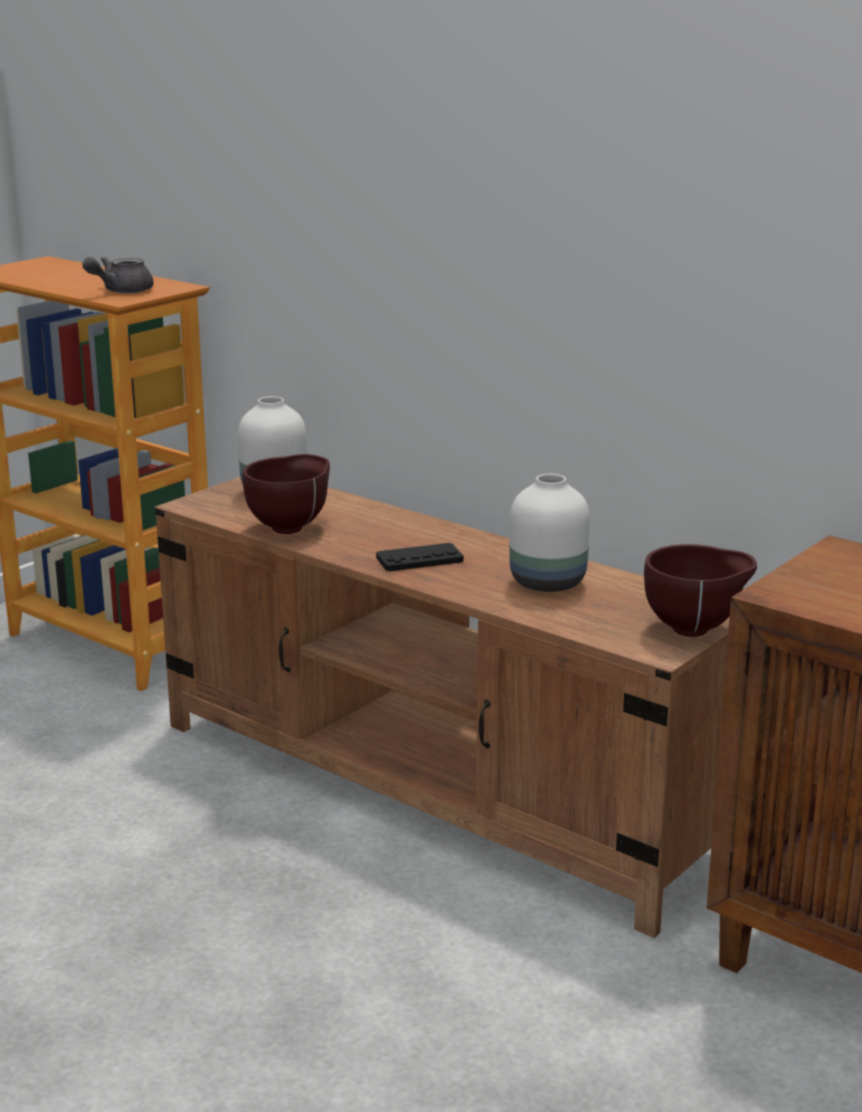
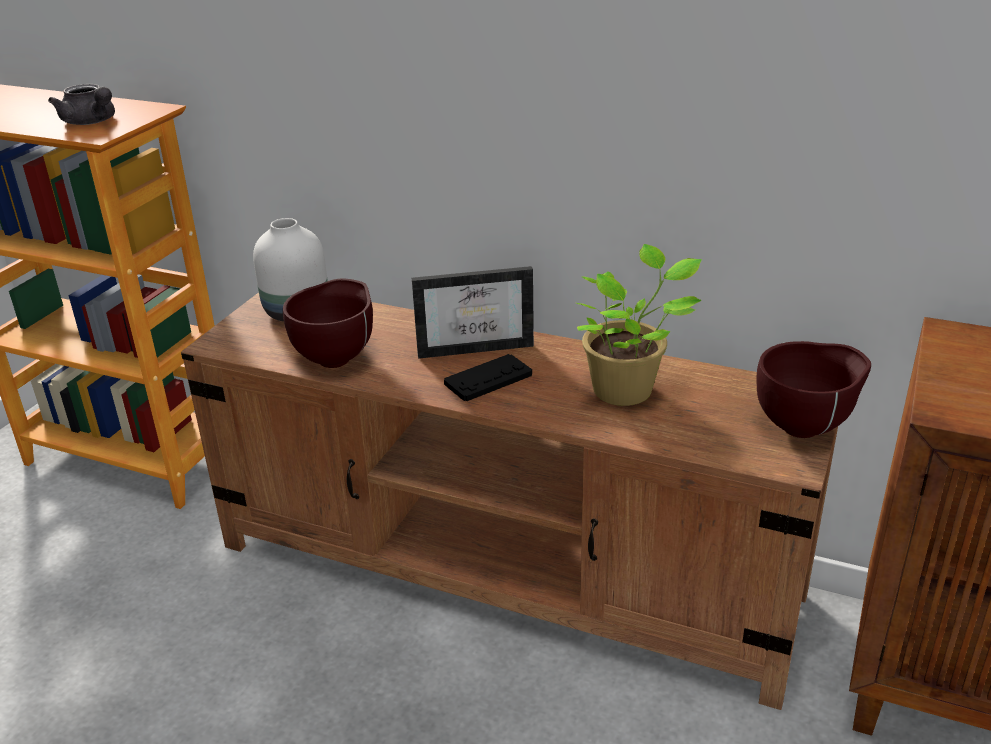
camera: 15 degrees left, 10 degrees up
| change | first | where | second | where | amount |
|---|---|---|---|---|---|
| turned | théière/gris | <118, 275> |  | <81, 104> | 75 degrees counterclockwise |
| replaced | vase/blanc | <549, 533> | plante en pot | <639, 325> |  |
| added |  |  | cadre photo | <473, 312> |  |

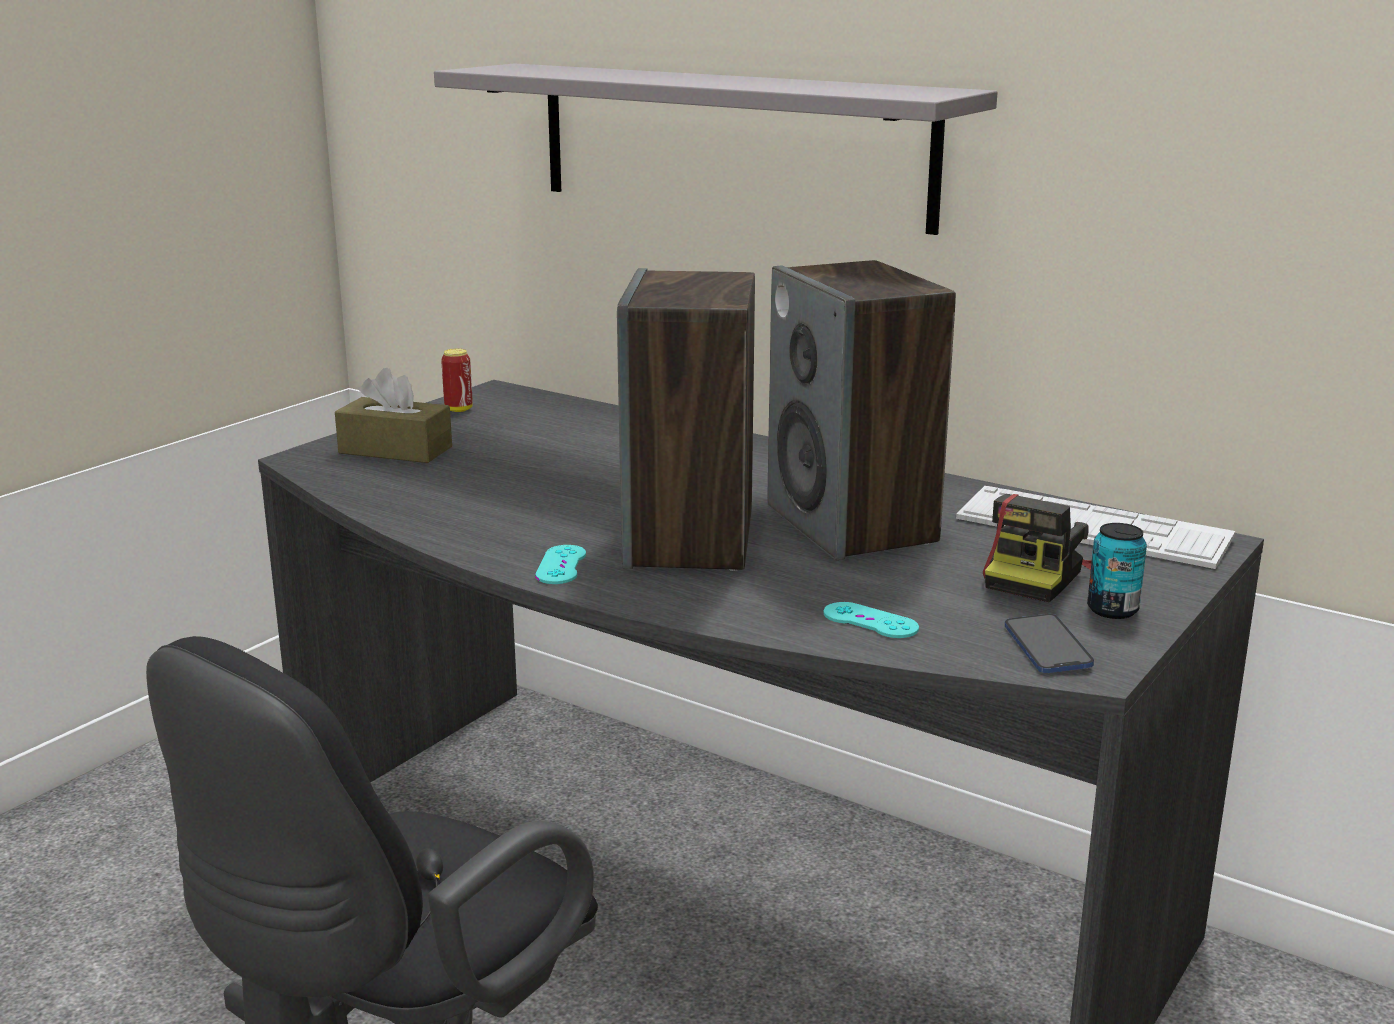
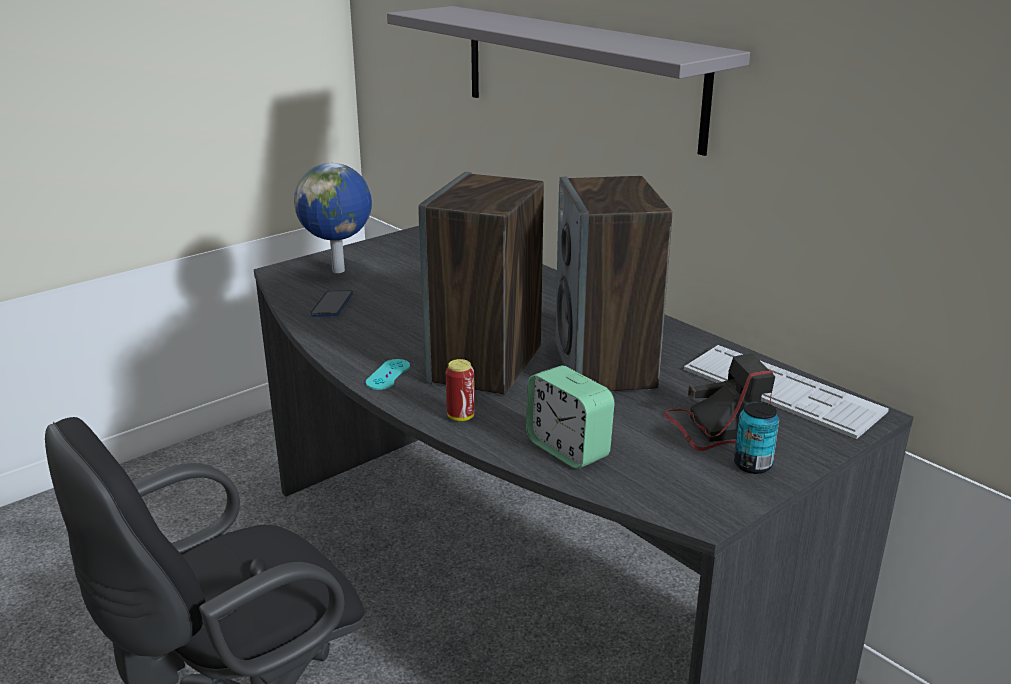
camera: 15 degrees right, 5 degrees up
| change | first | where | second | where | amount |
|---|---|---|---|---|---|
| replaced | boîte à mouchoirs/marron | <393, 415> | globe | <333, 218> |  |
| moved | boîte métallique | <457, 380> |  | <460, 390> |  |
| replaced | manette/turquoise | <871, 620> | réveil | <570, 417> |  |
| turned | appareil photo | <1037, 548> |  | <719, 402> | 150 degrees counterclockwise |
| moved | téléphone | <1049, 643> |  | <331, 303> |  |

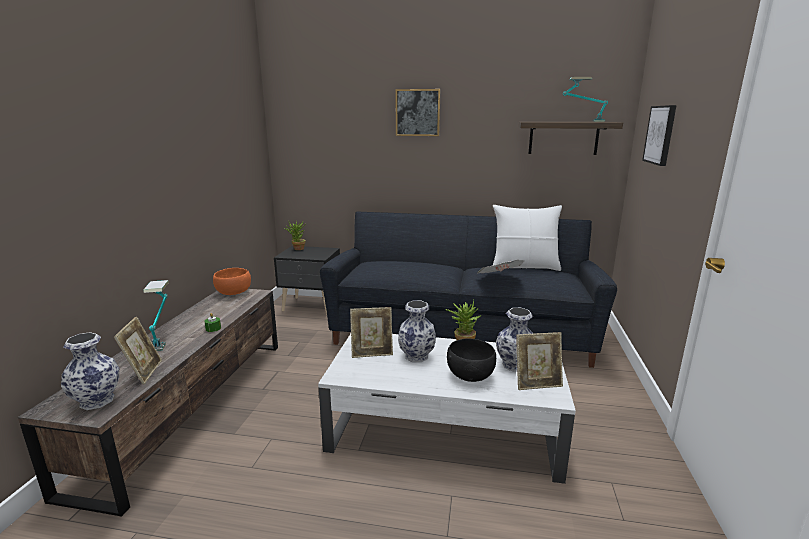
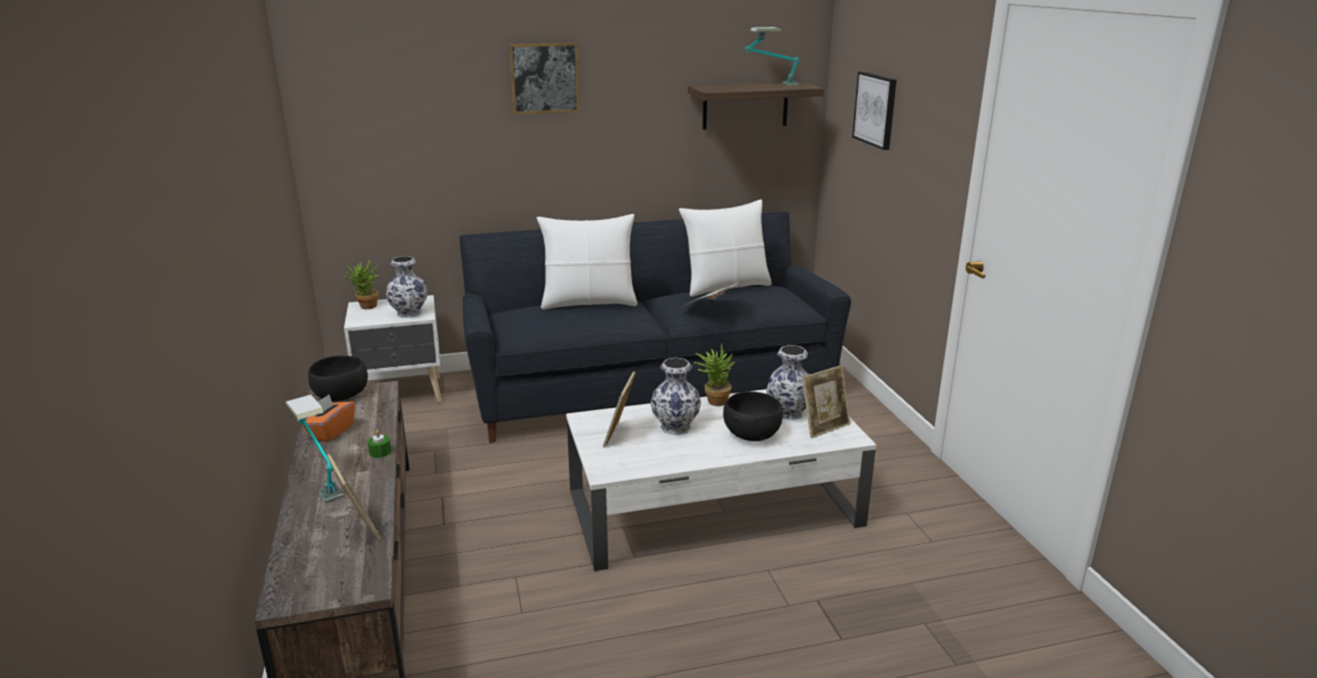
camera: 25 degrees left, 5 degrees up
| change | first | where | second | where | amount |
|---|---|---|---|---|---|
| moved | vase | <90, 371> |  | <406, 287> |  |
| recoloured | bol/orange | <232, 281> | bol/noir | <338, 378> |  |
| recoloured | table de chevet/noir | <307, 280> | table de chevet/blanc | <393, 348> |  |
| turned | cadre photo | <371, 332> |  | <619, 409> | 135 degrees clockwise |
| added |  |  | boîte à mouchoirs/orange | <328, 418> |  |
| added |  |  | coussin/blanc | <587, 261> |  |

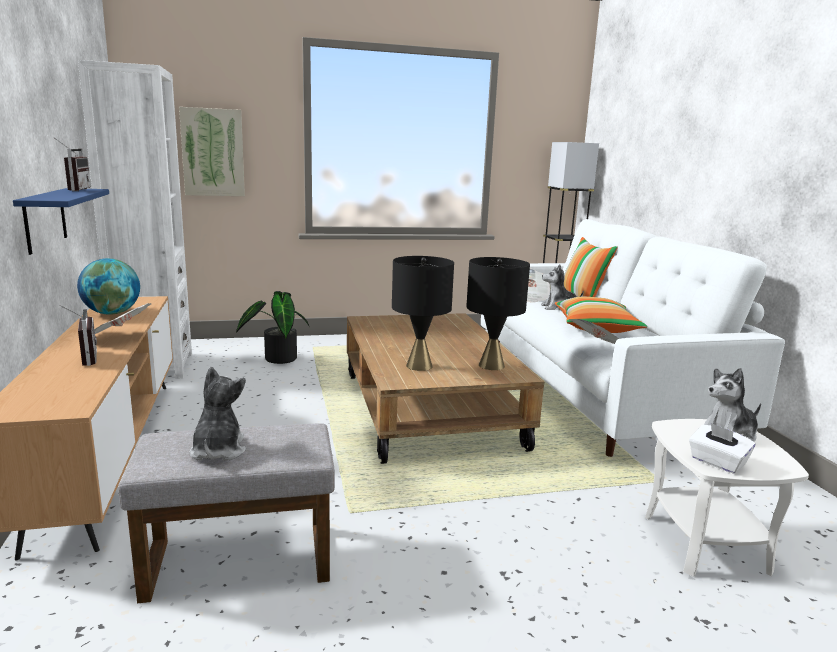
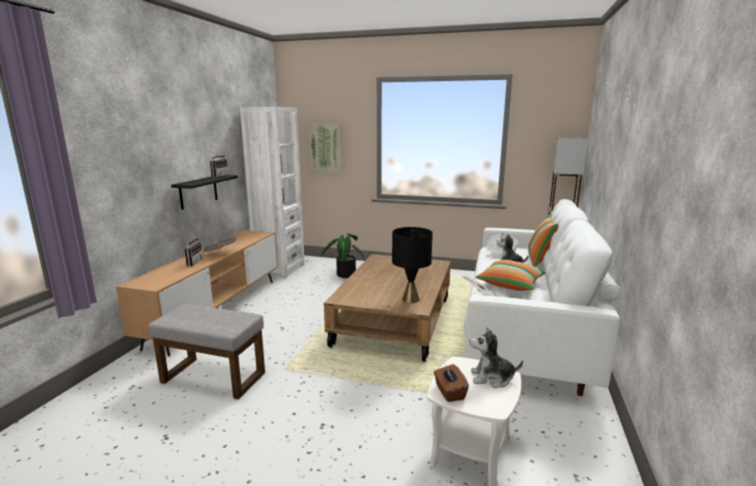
camera: 30 degrees right, 0 degrees up
| change | first | where | second | where | amount |
|---|---|---|---|---|---|
| recoloured | étagère/bleu | <61, 221> | étagère/noir | <204, 192> |  |
| removed | globe | <108, 286> |  |  |  |
| removed | peluche | <217, 413> |  |  |  |
| removed | lampe de table/noir | <423, 313> |  |  |  |
| recoloured | boîte à mouchoirs/blanc | <722, 448> | boîte à mouchoirs/marron | <451, 383> |  |

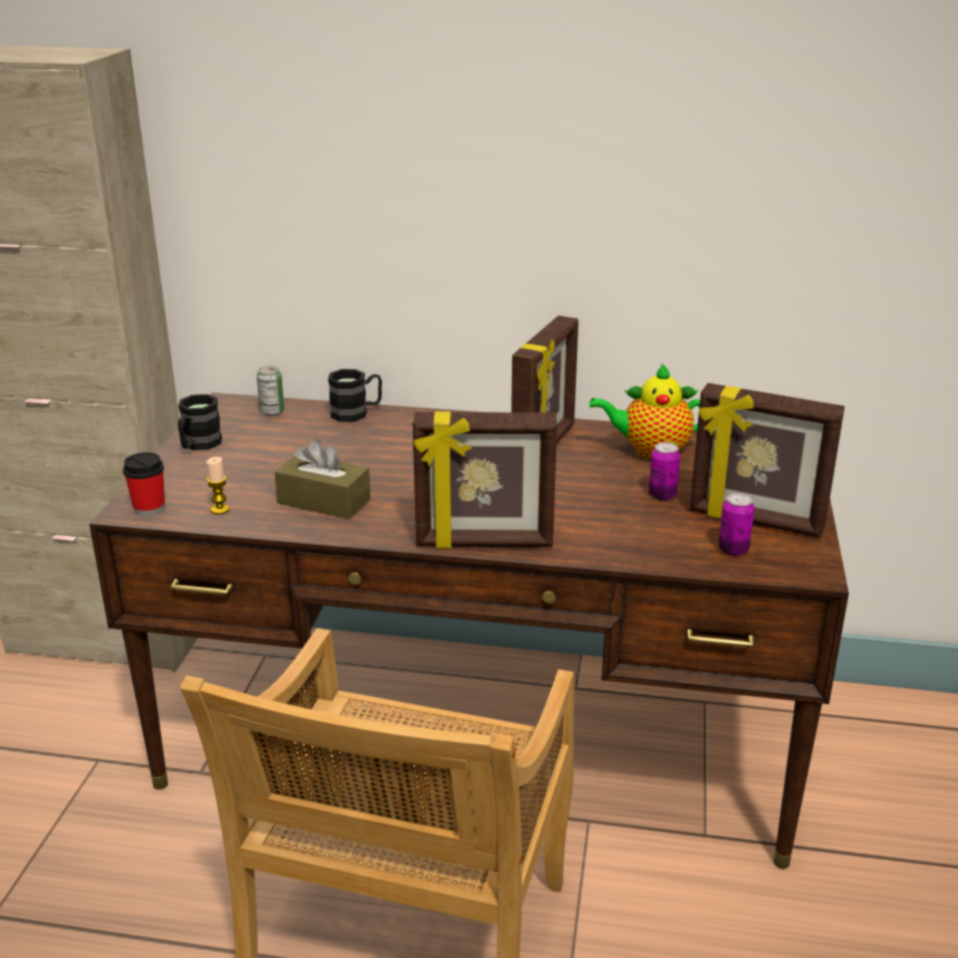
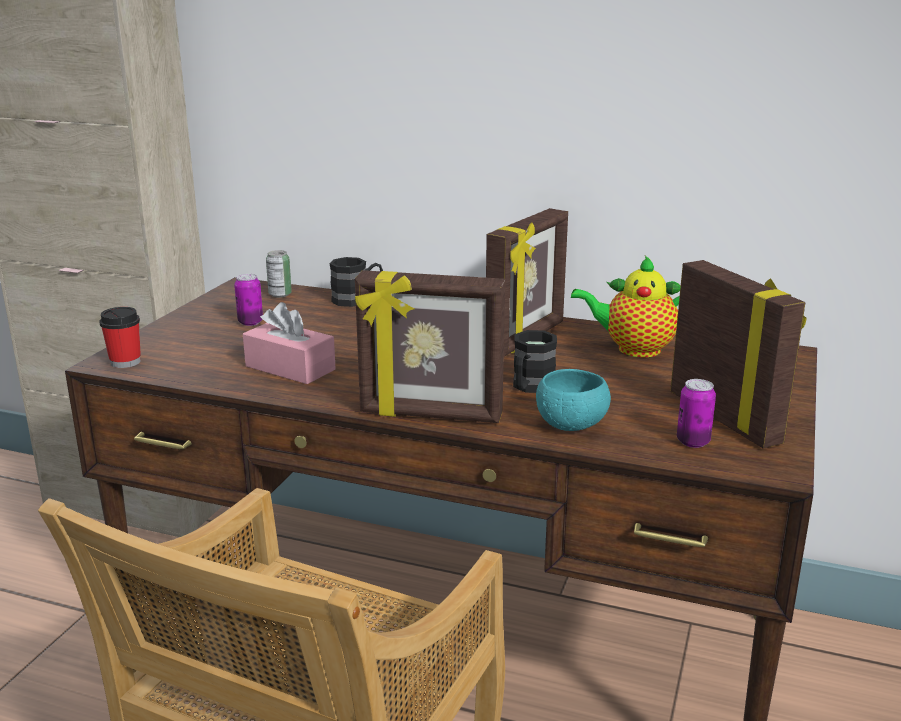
camera: 10 degrees right, 5 degrees down
| change | first | where | second | where | amount |
|---|---|---|---|---|---|
| moved | mug/noir | <200, 422> |  | <535, 361> |  |
| removed | bougie | <218, 486> |  |  |  |
| recoloured | boîte à mouchoirs/marron | <323, 479> | boîte à mouchoirs/rose | <289, 343> |  |
| moved | boîte métallique | <665, 471> |  | <248, 300> |  |
| turned | cadre photo | <767, 460> |  | <738, 354> | 150 degrees counterclockwise |
| added |  |  | bol/turquoise | <573, 400> |  |

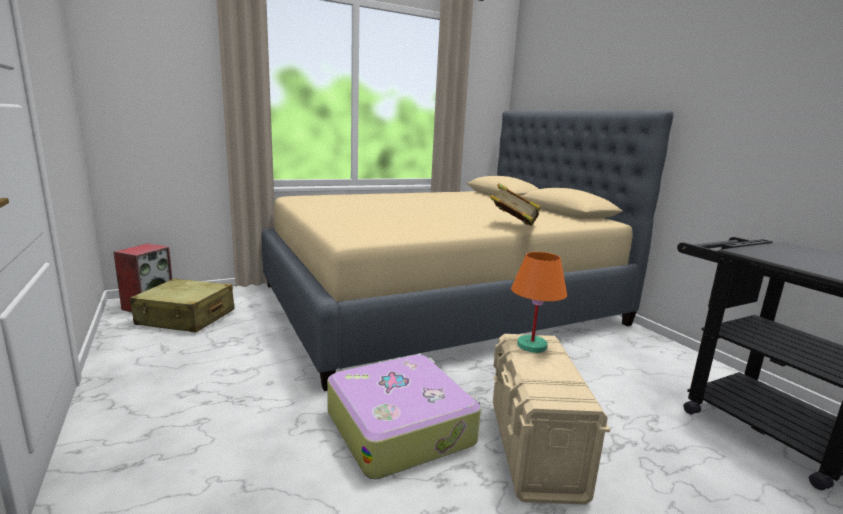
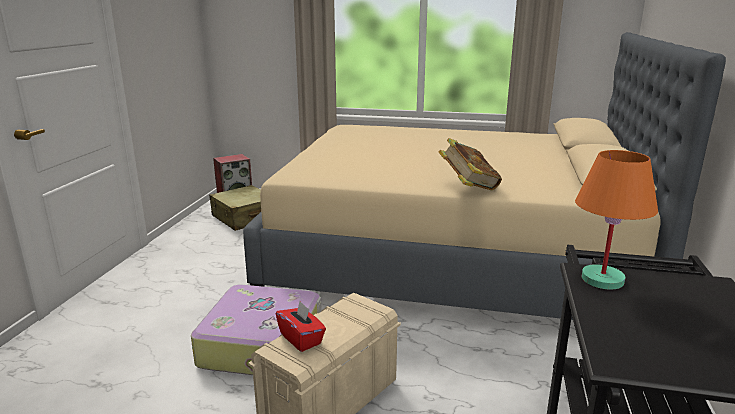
camera: 40 degrees right, 5 degrees up
| change | first | where | second | where | amount |
|---|---|---|---|---|---|
| moved | lampe de table/orange | <539, 302> |  | <616, 219> |  |
| added |  |  | boîte à mouchoirs/rouge | <301, 326> |  |

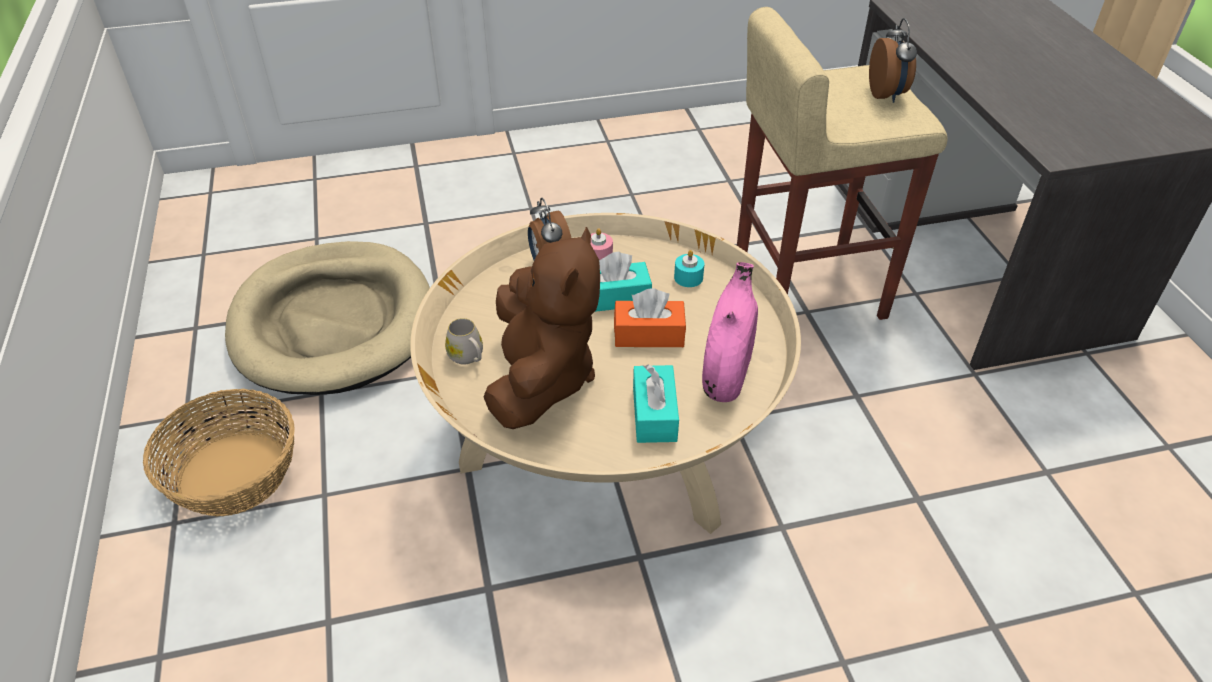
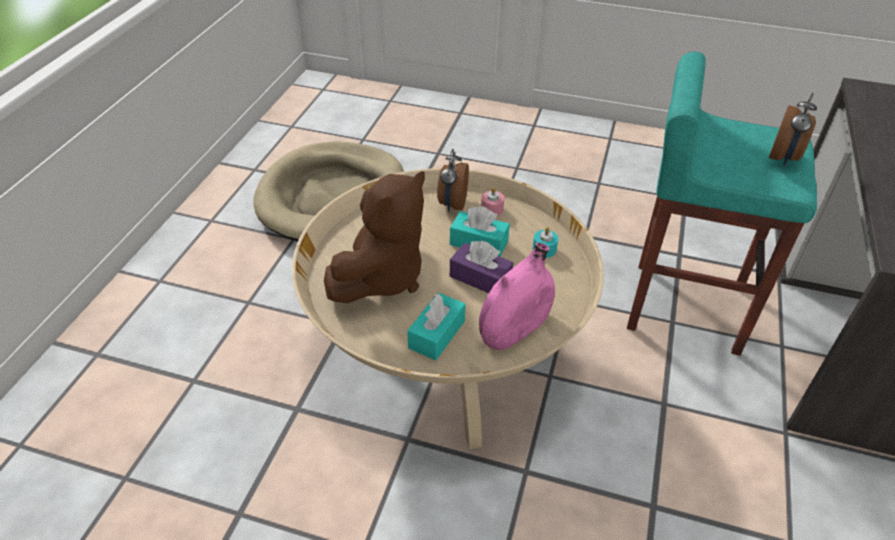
camera: 30 degrees right, 0 degrees up
| change | first | where | second | where | amount |
|---|---|---|---|---|---|
| removed | panier | <219, 452> |  |  |  |
| removed | mug/blanc | <464, 341> |  |  |  |
| recoloured | boîte à mouchoirs/orange | <650, 317> | boîte à mouchoirs/violet | <481, 267> |  |
| recoloured | tabouret/beige | <842, 163> | tabouret/turquoise | <722, 204> |  |

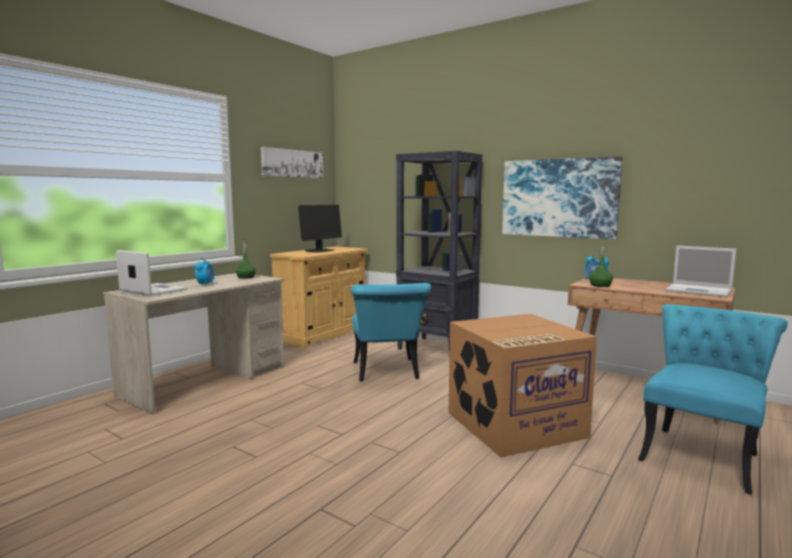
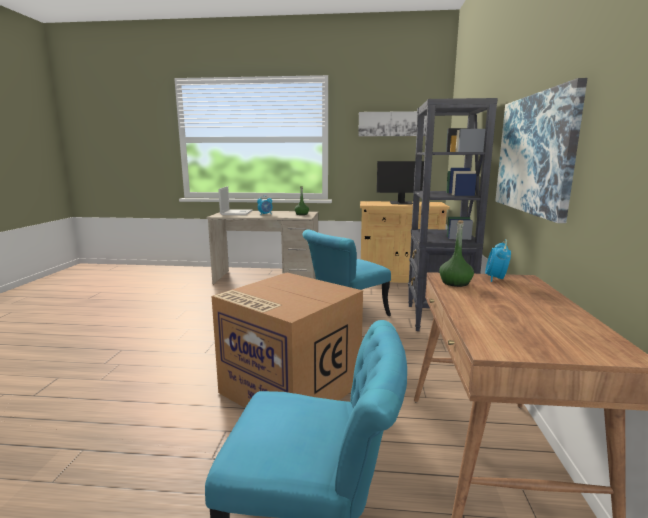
camera: 60 degrees right, 5 degrees up
| change | first | where | second | where | amount |
|---|---|---|---|---|---|
| removed | ordinateur portable | <701, 272> |  |  |  |

